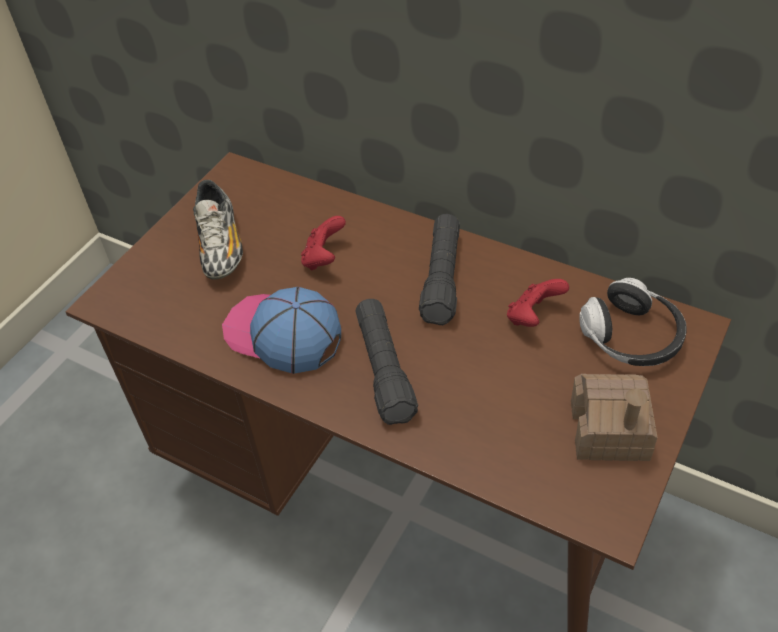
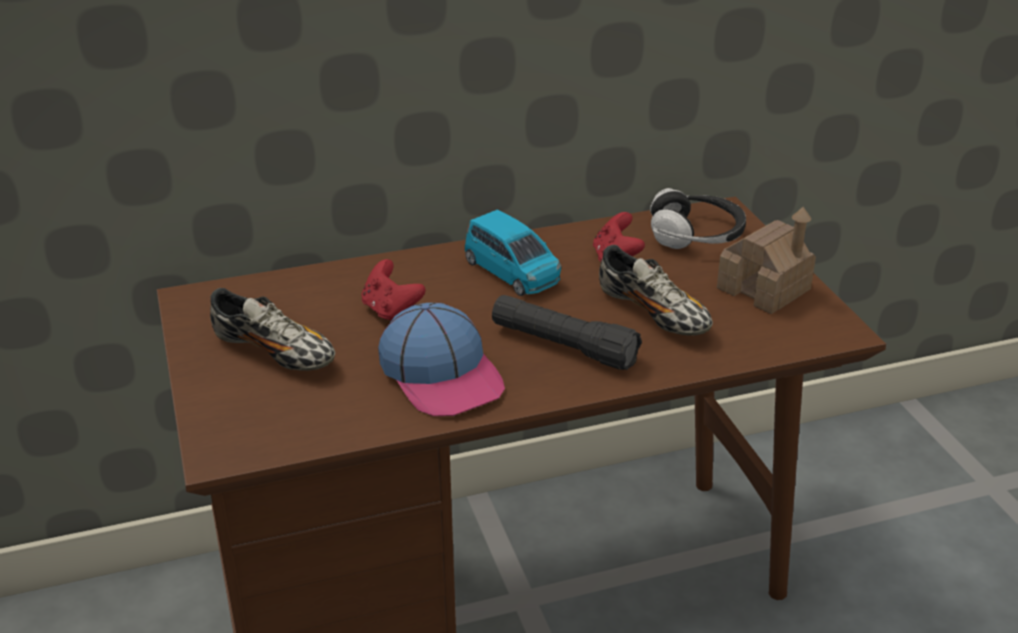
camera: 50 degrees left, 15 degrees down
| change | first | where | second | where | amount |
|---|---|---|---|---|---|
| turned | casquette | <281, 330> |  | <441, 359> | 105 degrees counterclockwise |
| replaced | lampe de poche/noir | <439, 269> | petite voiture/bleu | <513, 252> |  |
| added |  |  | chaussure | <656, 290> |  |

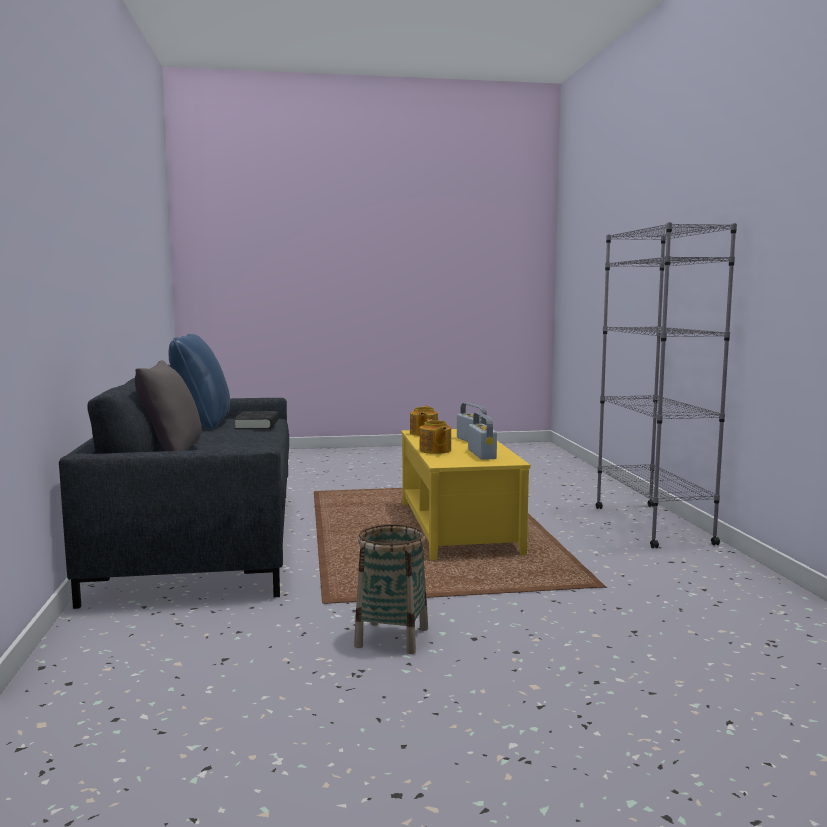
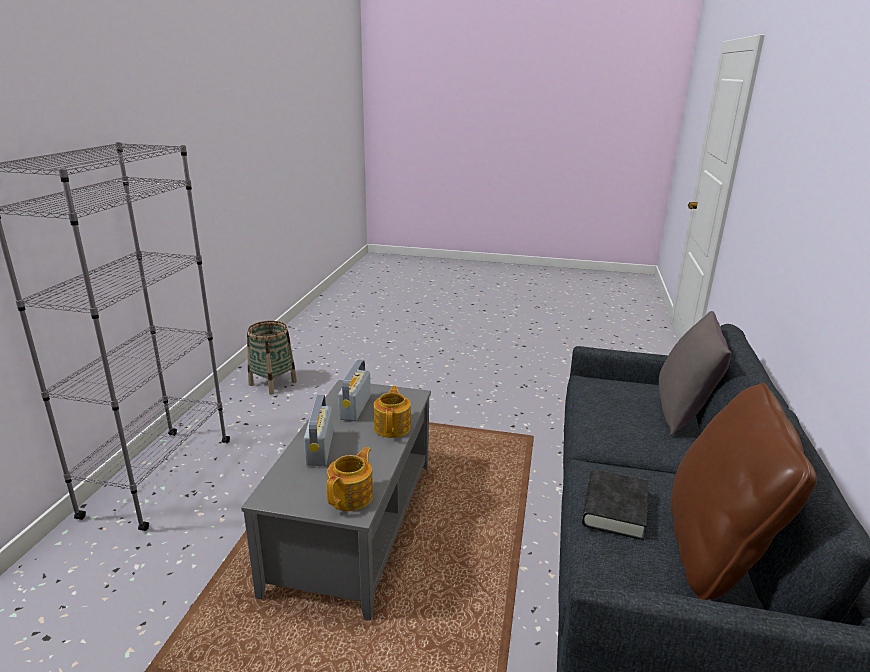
camera: 160 degrees left, 15 degrees up
| change | first | where | second | where | amount |
|---|---|---|---|---|---|
| recoloured | coussin/bleu | <199, 381> | coussin/marron | <744, 491> |  |
| moved | panier | <391, 589> |  | <272, 358> |  |
| recoloured | table basse/jaune | <465, 494> | table basse/gris | <336, 500> |  |

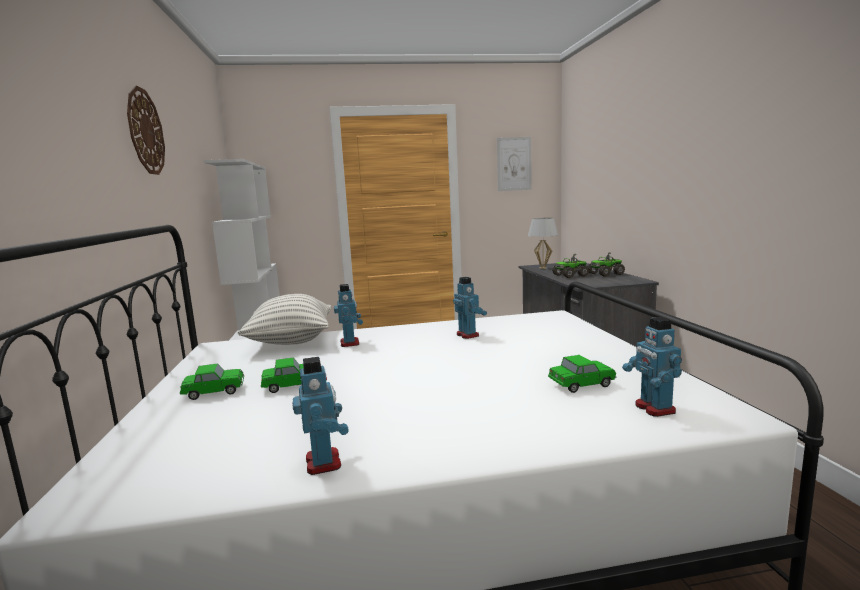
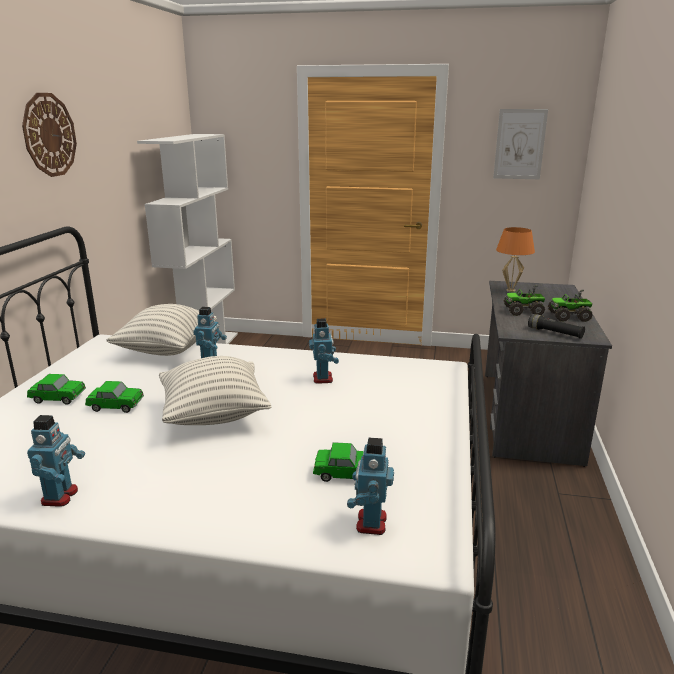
camera: 20 degrees right, 10 degrees up
| change | first | where | second | where | amount |
|---|---|---|---|---|---|
| recoloured | lampe de table/blanc | <543, 243> | lampe de table/orange | <515, 259> |  |
| added |  |  | coussin | <215, 390> |  |
| added |  |  | lampe de poche/noir | <556, 326> |  |

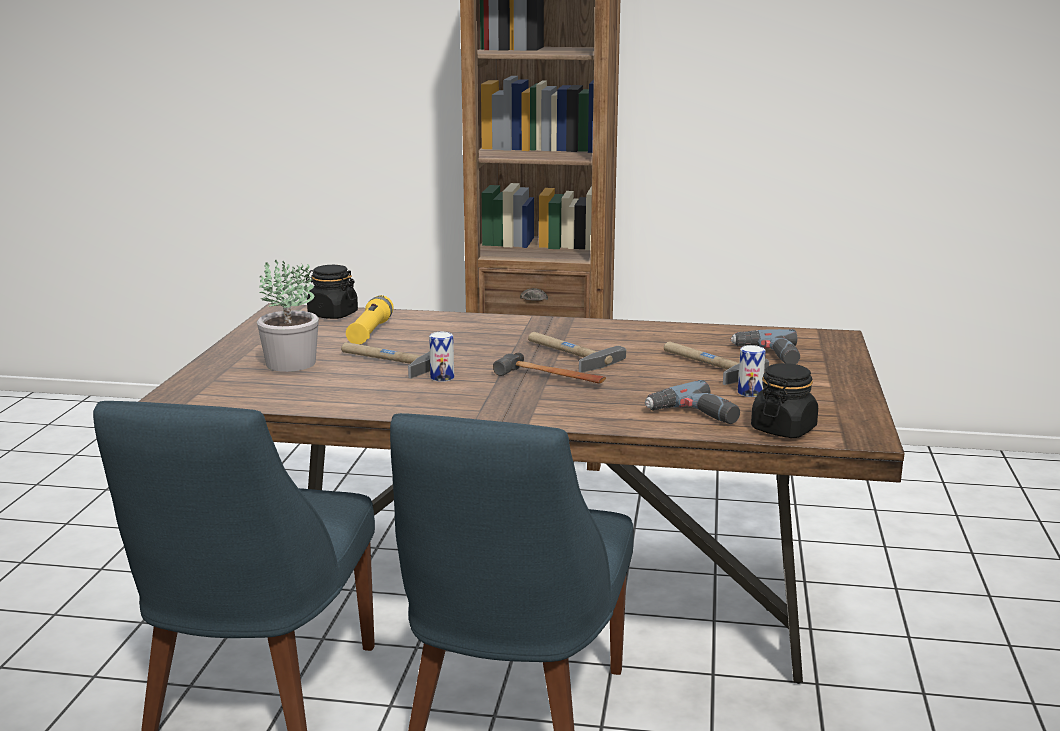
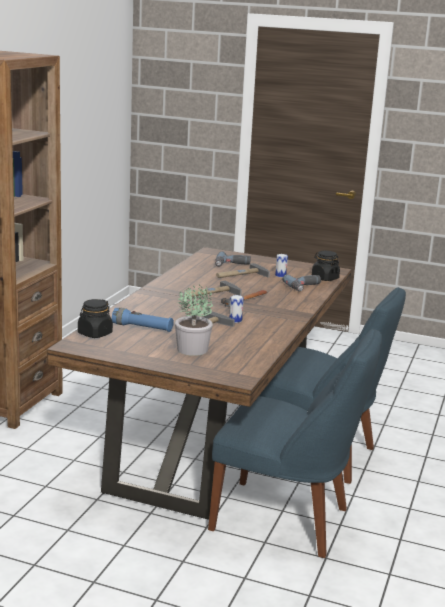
camera: 80 degrees left, 0 degrees up
| change | first | where | second | where | amount |
|---|---|---|---|---|---|
| recoloured | lampe de poche/jaune | <370, 319> | lampe de poche/bleu | <143, 320> |  |

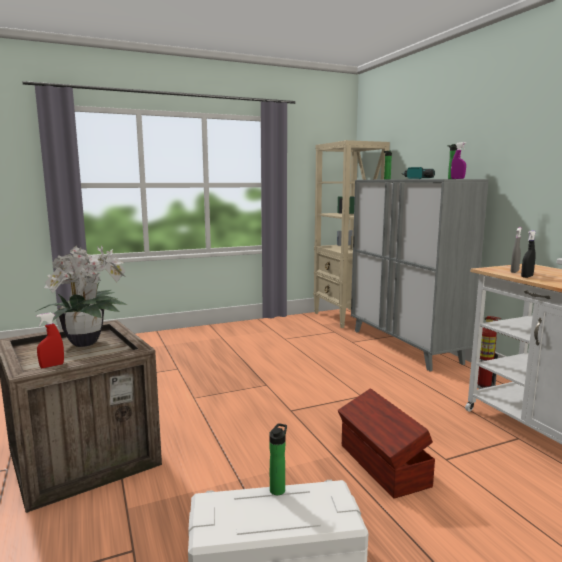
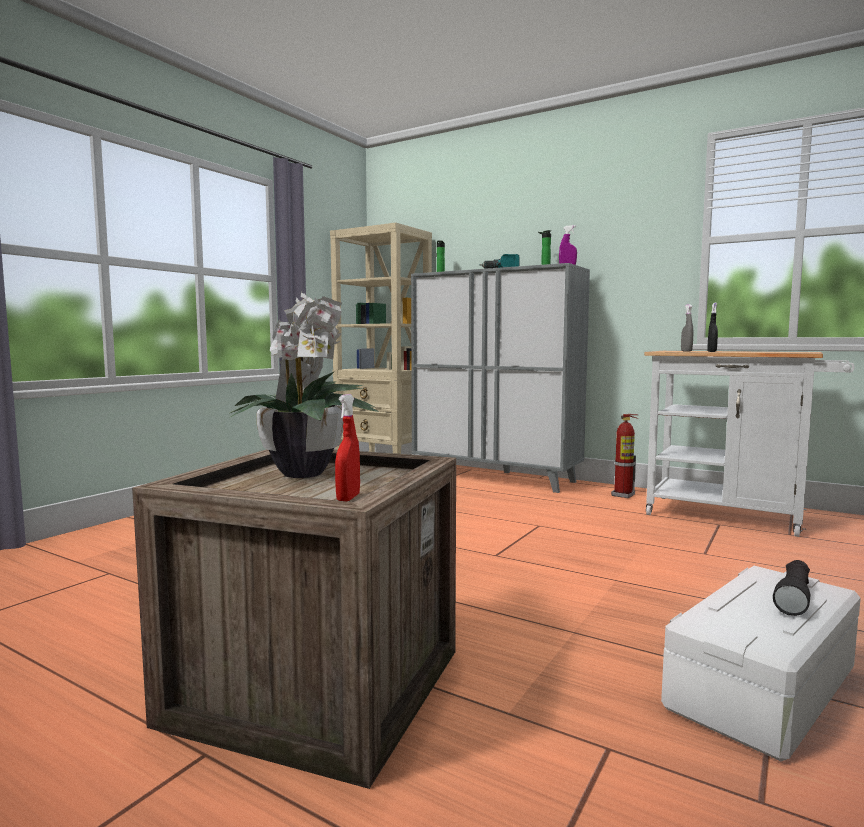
camera: 35 degrees left, 5 degrees down
| change | first | where | second | where | amount |
|---|---|---|---|---|---|
| removed | bouteille | <278, 459> |  |  |  |
| removed | boîte de rangement/marron | <386, 443> |  |  |  |
| added |  |  | lampe de poche/noir | <792, 588> |  |

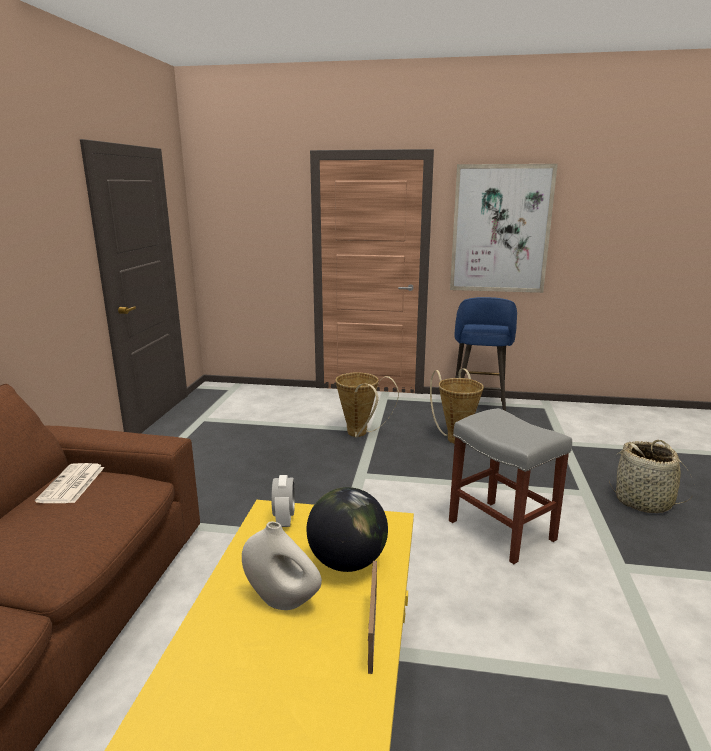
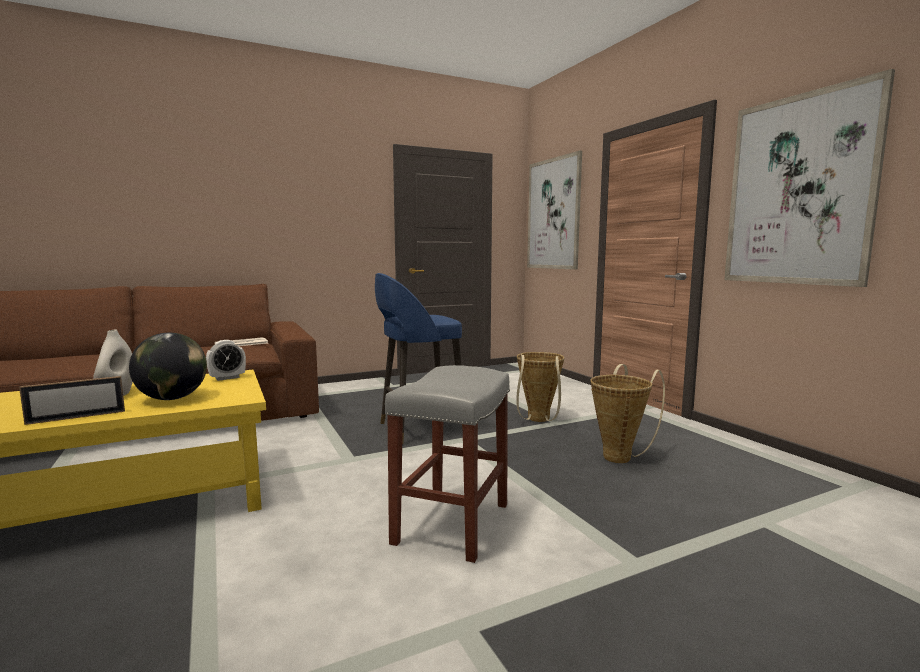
camera: 55 degrees right, 10 degrees down
| change | first | where | second | where | amount |
|---|---|---|---|---|---|
| moved | tabouret/bleu | <486, 354> |  | <419, 359> |  |
| removed | panier | <652, 476> |  |  |  |
| added |  |  | tableau | <554, 210> |  |

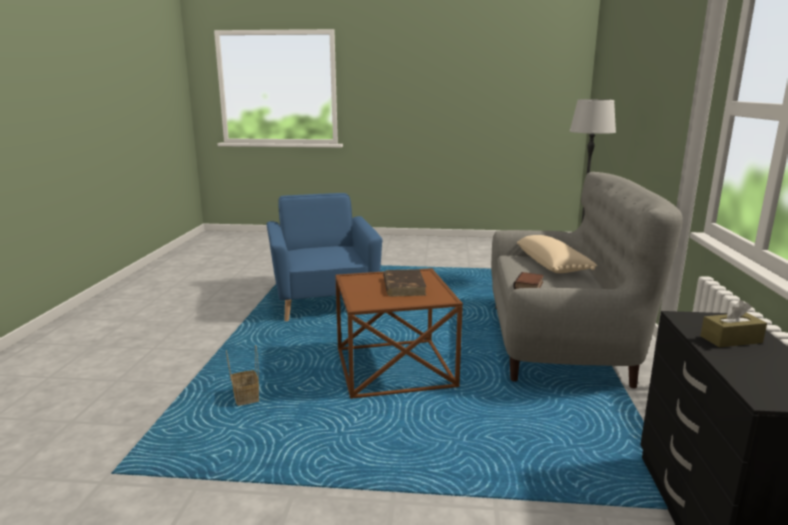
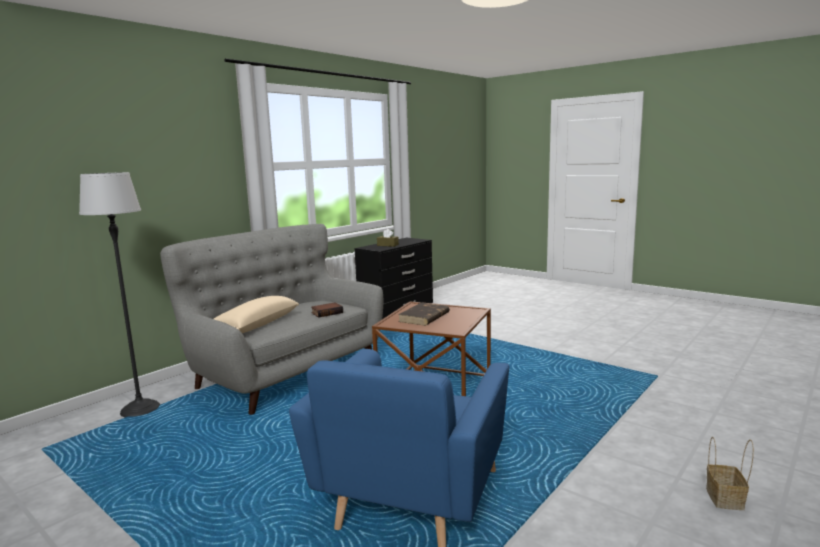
camera: 145 degrees left, 5 degrees down
| change | first | where | second | where | amount |
|---|---|---|---|---|---|
| moved | panier | <242, 375> |  | <730, 473> |  |

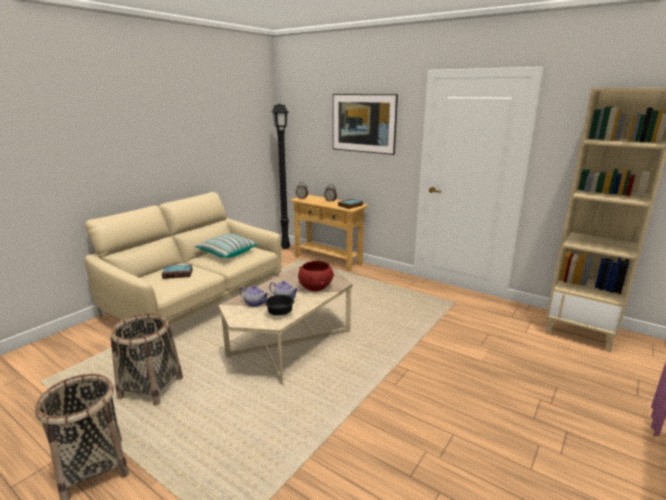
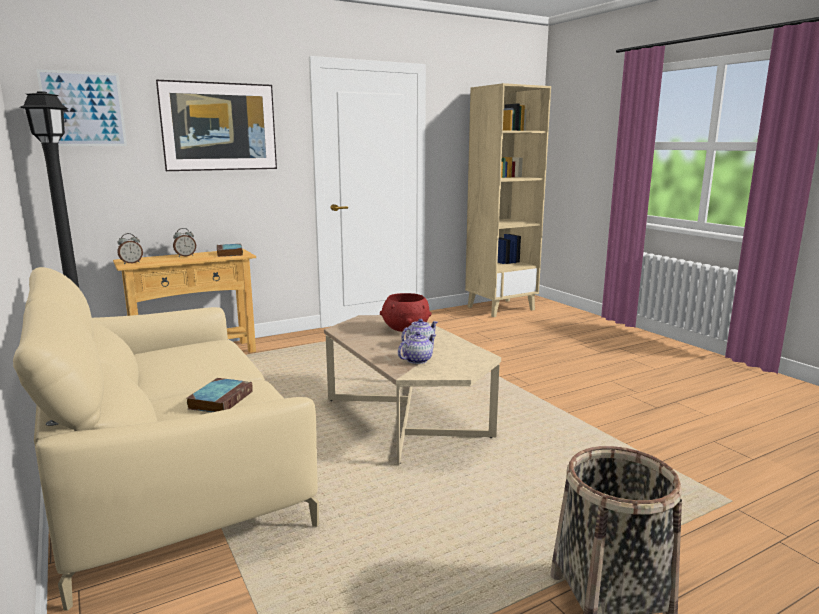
camera: 65 degrees left, 5 degrees down
| change | first | where | second | where | amount |
|---|---|---|---|---|---|
| removed | panier | <147, 359> |  |  |  |
| removed | coussin | <226, 245> |  |  |  |
| removed | bol/noir | <279, 305> |  |  |  |
| added |  |  | tableau | <81, 107> |  |

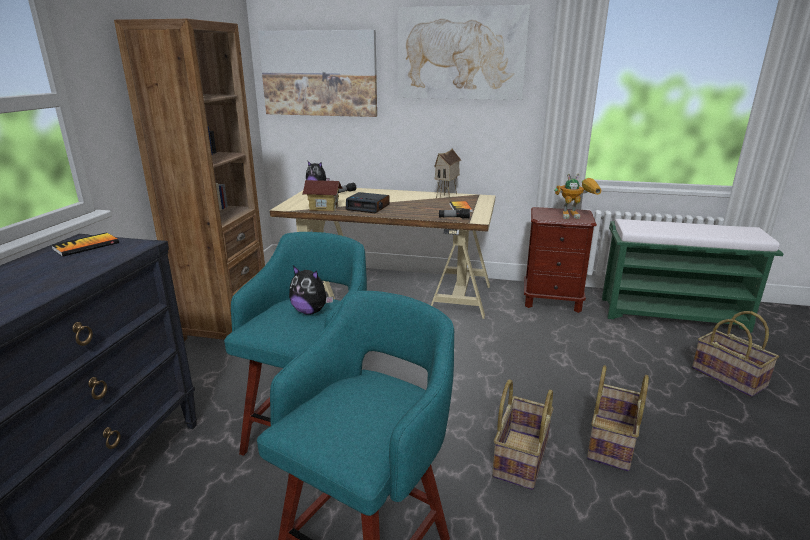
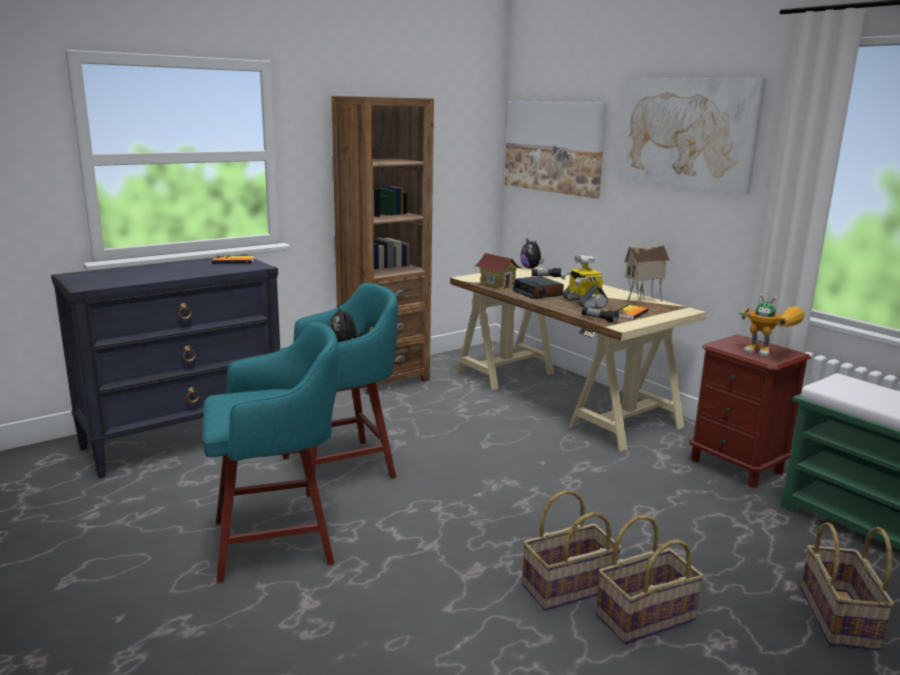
camera: 40 degrees right, 5 degrees down
| change | first | where | second | where | amount |
|---|---|---|---|---|---|
| moved | panier | <523, 435> |  | <650, 579> |  |
| added |  |  | robot jouet | <584, 282> |  |

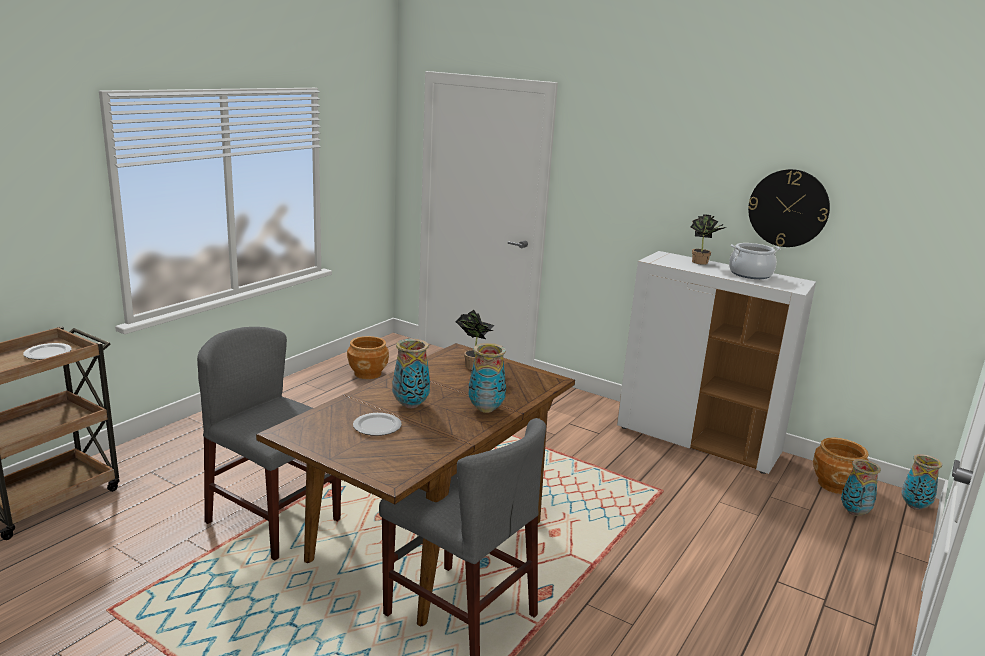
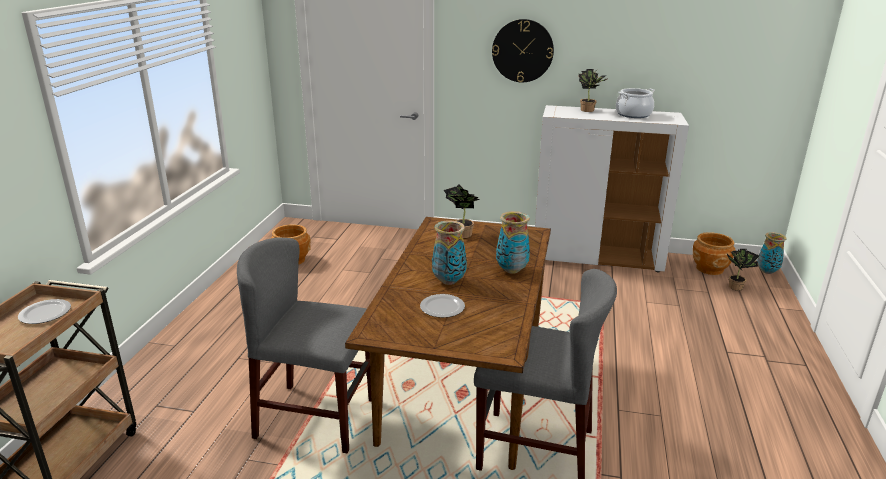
camera: 20 degrees left, 5 degrees up
| change | first | where | second | where | amount |
|---|---|---|---|---|---|
| moved | horloge murale | <789, 208> |  | <523, 50> |  |
| replaced | vase | <861, 487> | plante en pot | <743, 270> |  |

